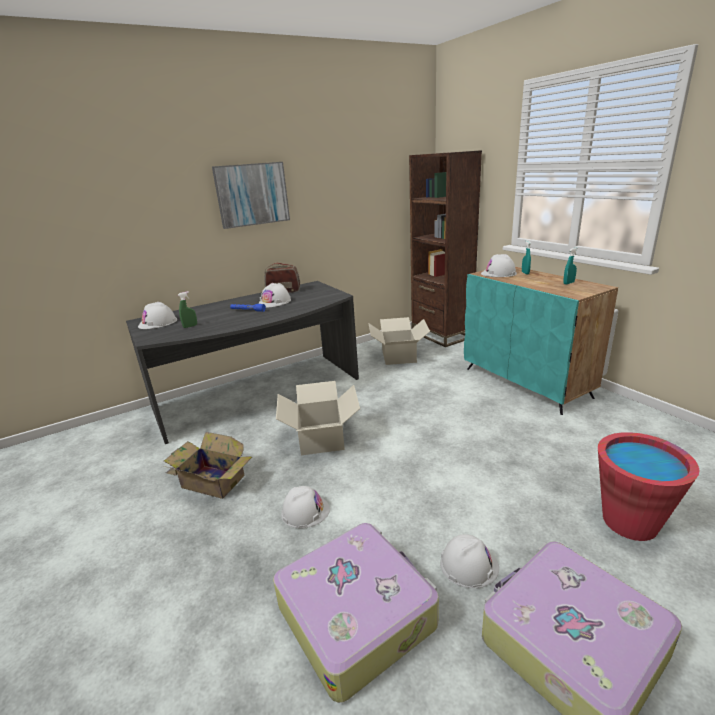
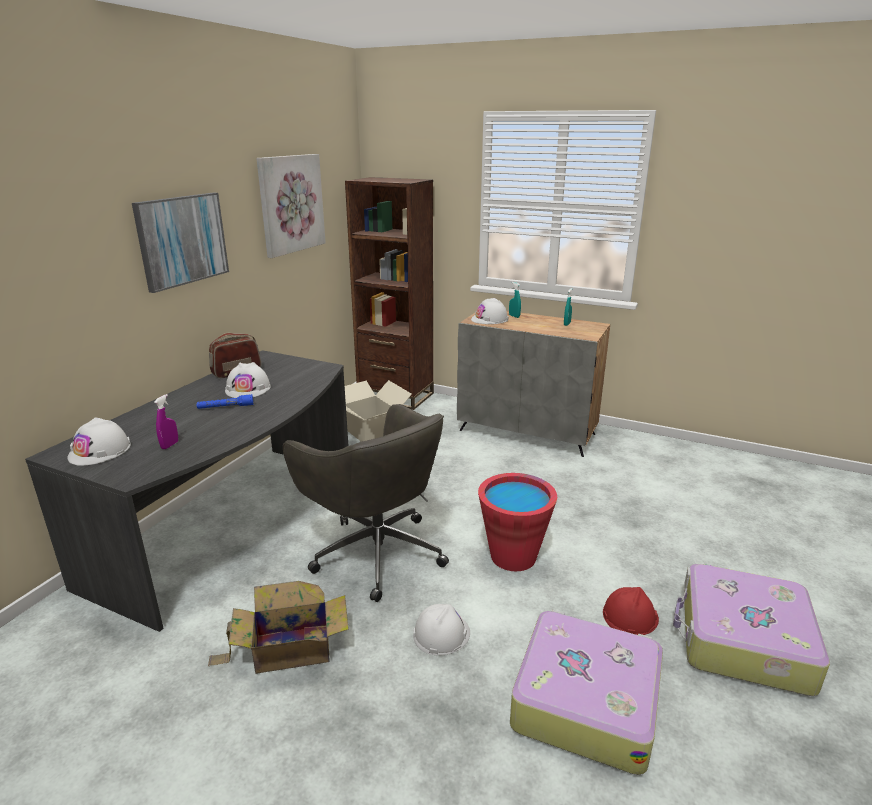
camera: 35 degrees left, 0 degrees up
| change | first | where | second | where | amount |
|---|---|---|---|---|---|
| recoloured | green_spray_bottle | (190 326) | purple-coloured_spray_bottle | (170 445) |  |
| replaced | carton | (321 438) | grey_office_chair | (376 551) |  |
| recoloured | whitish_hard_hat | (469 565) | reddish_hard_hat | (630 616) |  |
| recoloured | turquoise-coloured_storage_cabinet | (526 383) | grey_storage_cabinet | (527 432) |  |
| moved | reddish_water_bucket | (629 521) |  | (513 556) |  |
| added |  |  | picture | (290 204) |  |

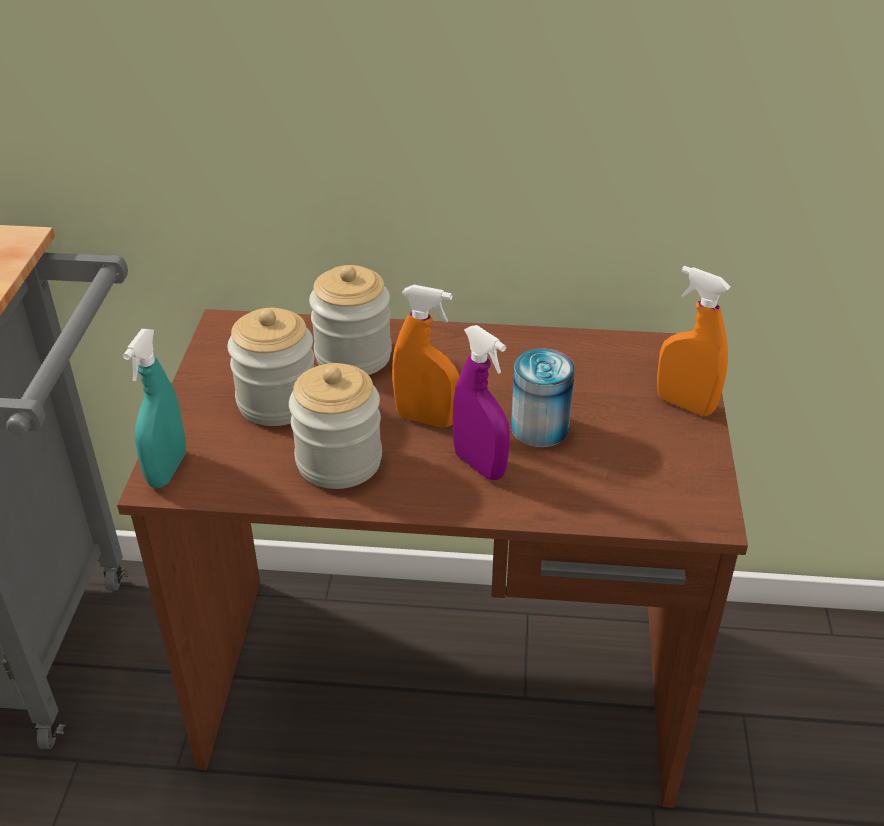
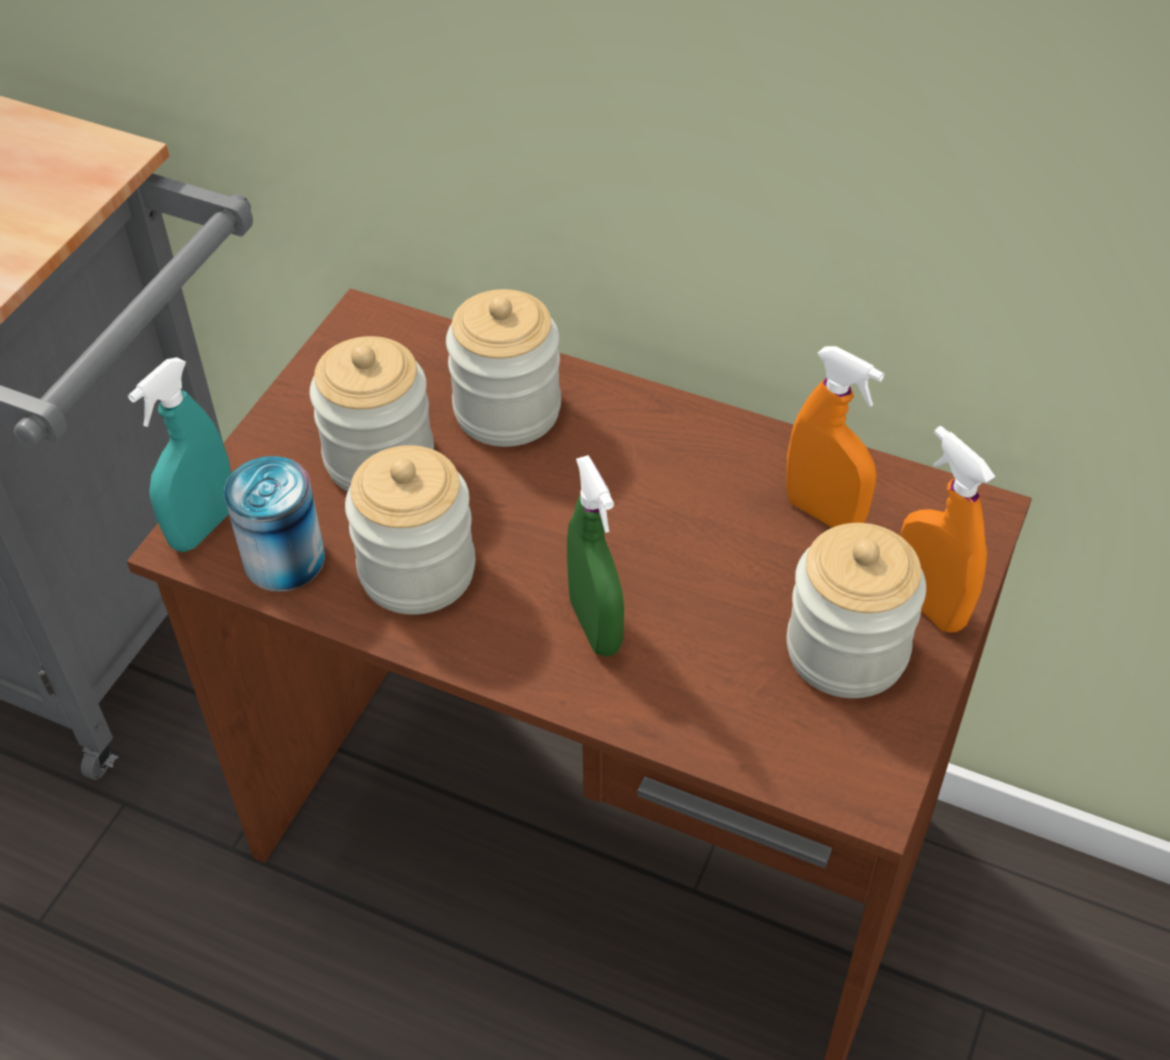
camera: 20 degrees right, 10 degrees up
| change | first | where | second | where | amount |
|---|---|---|---|---|---|
| moved | orange-coloured_spray_bottle | (426 419) |  | (824 513) |  |
| recoloured | purple-coloured_spray_bottle | (479 465) | green_spray_bottle | (595 626) |  |
| moved | sealed_can | (539 428) |  | (284 559) |  |
| added |  |  | jar | (846 650) |  |

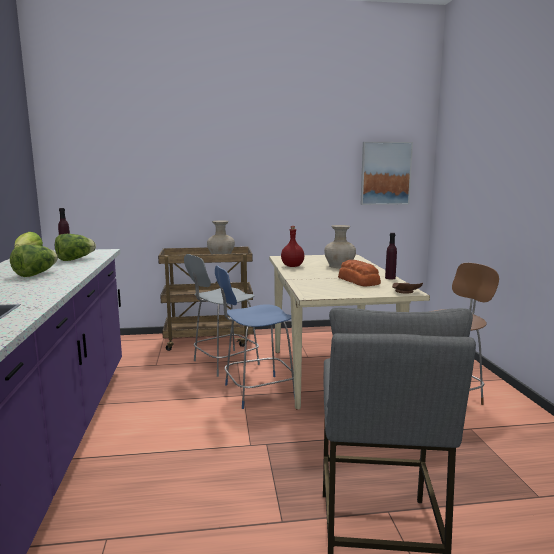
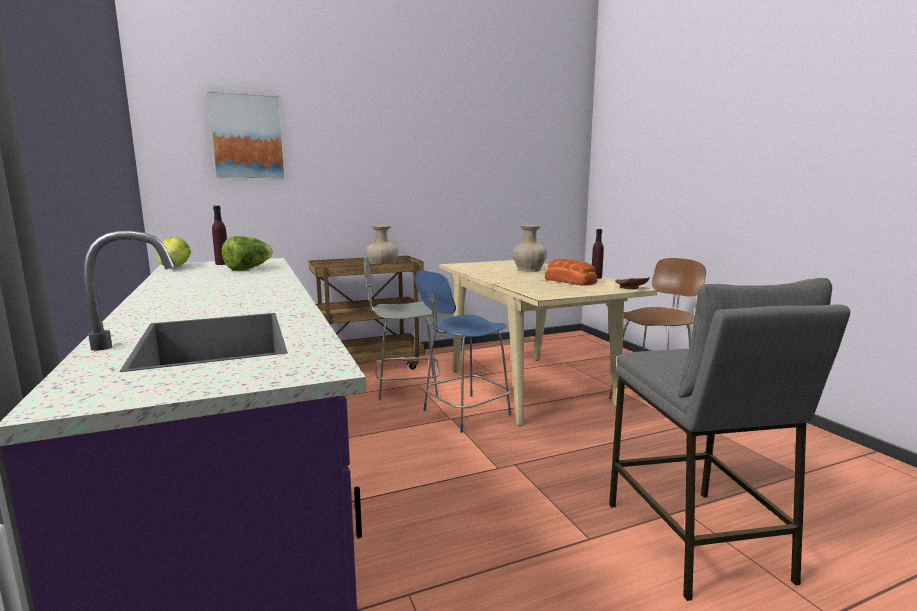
camera: 15 degrees left, 0 degrees up
| change | first | where | second | where | amount |
|---|---|---|---|---|---|
| removed | head_of_lettuce | (36 274) |  |  |  |
| turned | grey_upright_chair | (224 363) |  | (405 388) | 45 degrees clockwise |
| removed | reddish_bottle | (292 266) |  |  |  |
| moved | picture | (385 173) |  | (247 137) |  |

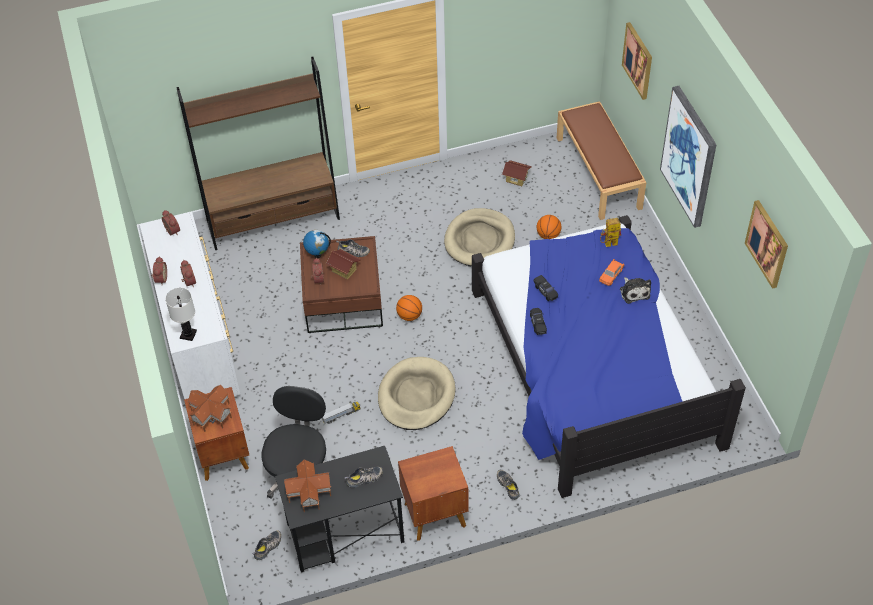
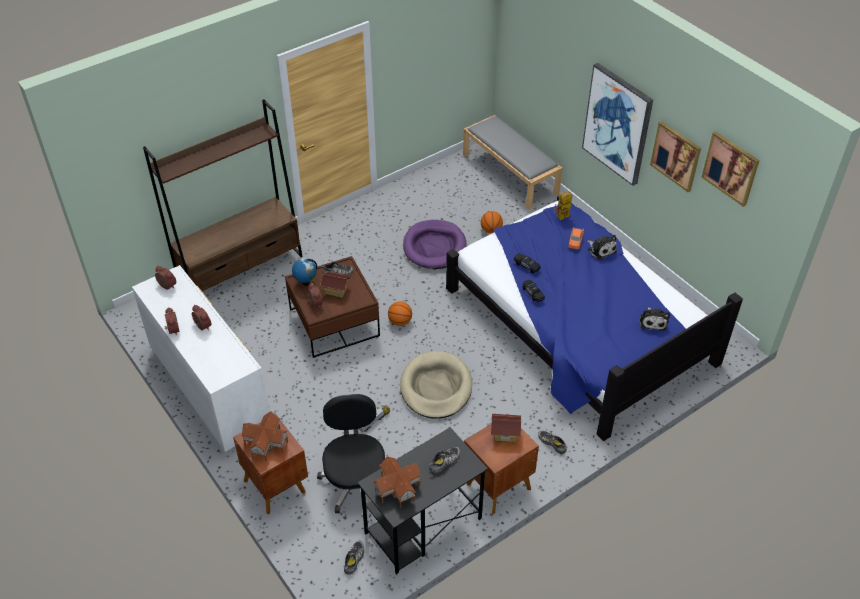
camera: 20 degrees left, 5 degrees down
| change | first | where | second | where | amount |
|---|---|---|---|---|---|
| removed | whitish_lamp_for_a_table | (188 335) |  |  |  |
| recoloured | beige-coloured_dog_cushion | (480 240) | purple-coloured_dog_cushion | (434 247) |  |
| moved | toy_house | (516 179) |  | (505 434) |  |
| recoloured | brown-coloured_indoor_bench | (599 173) | grey_indoor_bench | (510 174) |  |
| moved | picture | (638 60) |  | (676 156) |  |
| added |  |  | soft_toy | (652 321) |  |

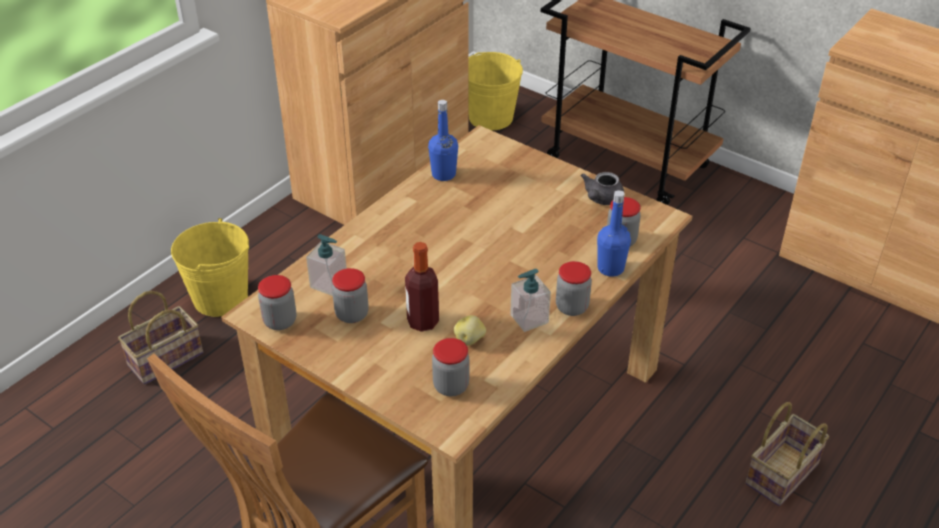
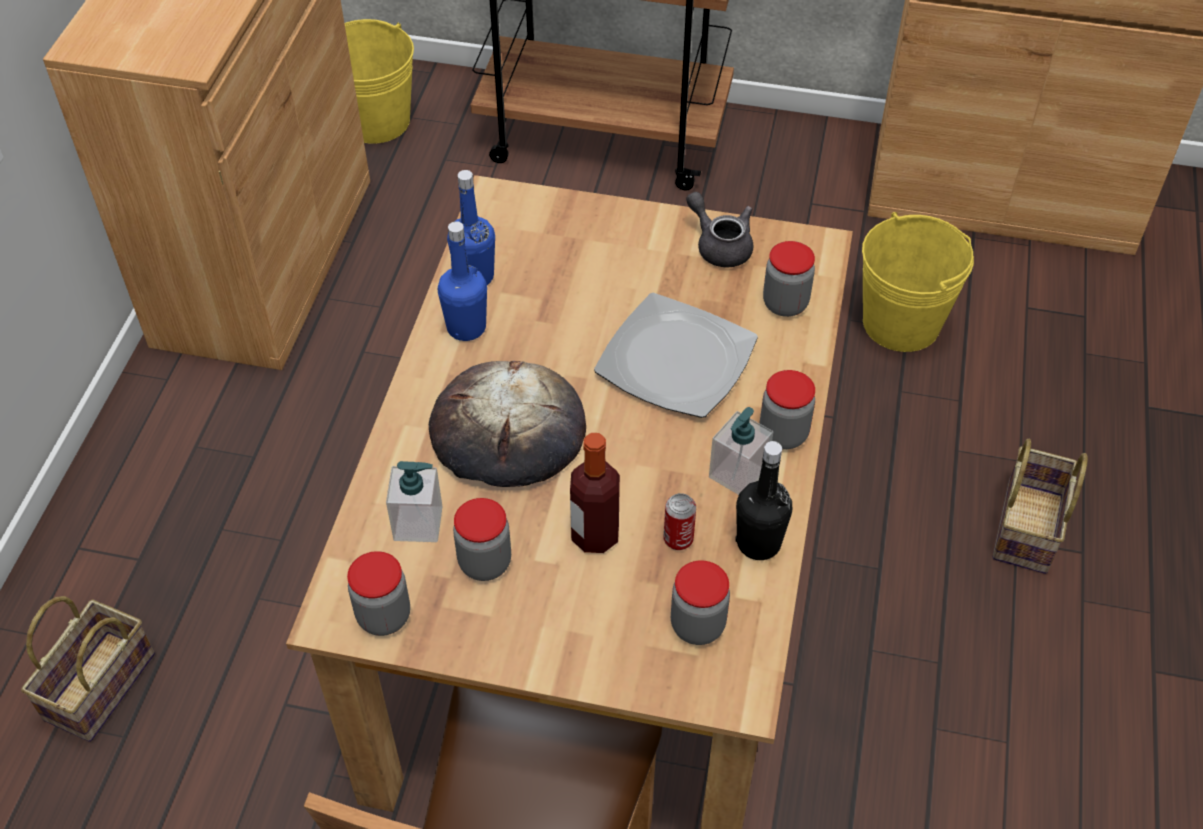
camera: 25 degrees left, 10 degrees up
| change | first | where | second | where | amount |
|---|---|---|---|---|---|
| moved | yellow-coloured_water_bucket | (220 298) |  | (901 323) |  |
| replaced | spud | (470 339) | sealed_can | (678 539) |  |
| turned | grey_pot_for_tea | (601 199) |  | (720 245) | 135 degrees clockwise |
| moved | bluish_bottle | (610 268) |  | (466 327) |  |
| added |  |  | bread | (507 431) |  |
| added |  |  | dinner_plate | (674 361) |  |
| added |  |  | blackish_bottle | (758 543) |  |

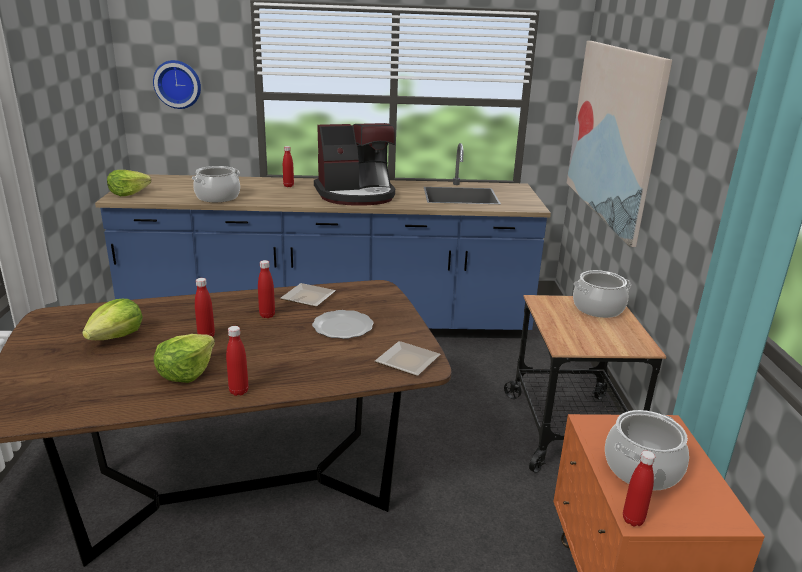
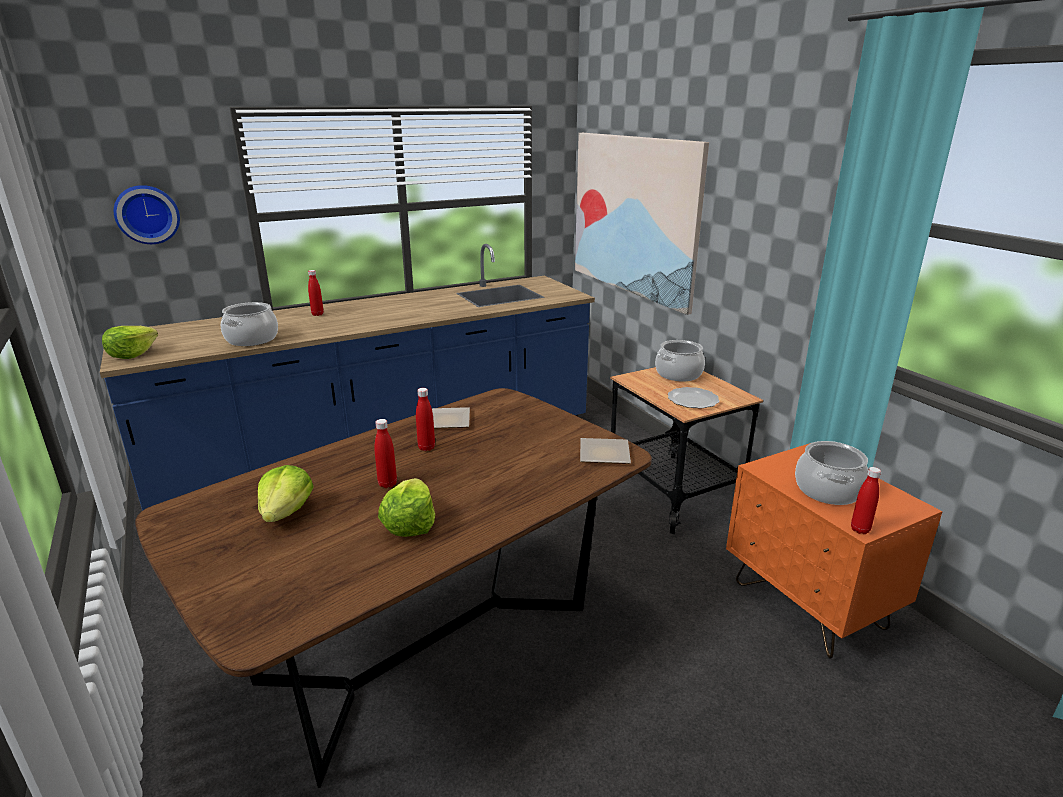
camera: 25 degrees left, 0 degrees up
| change | first | where | second | where | amount |
|---|---|---|---|---|---|
| removed | reddish_bottle | (239 391) |  |  |  |
| moved | dinner_plate | (343 327) |  | (693 400) |  |
| removed | coffee_maker | (356 195) |  |  |  |

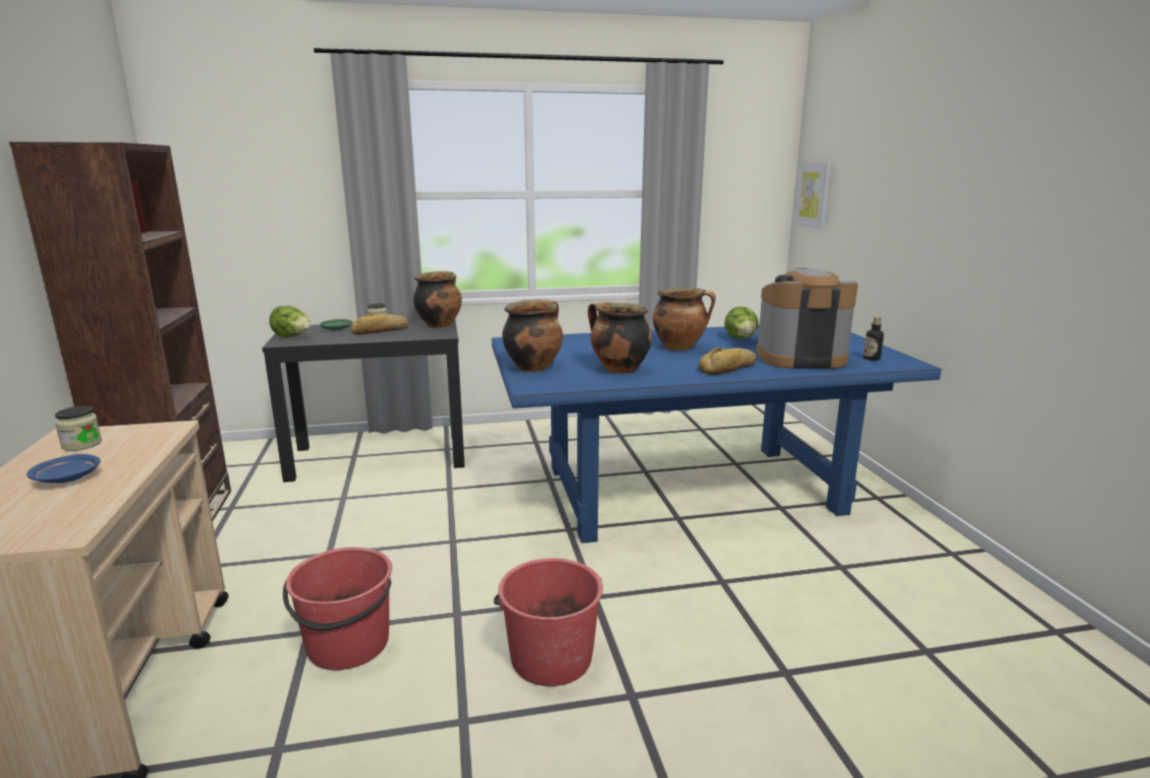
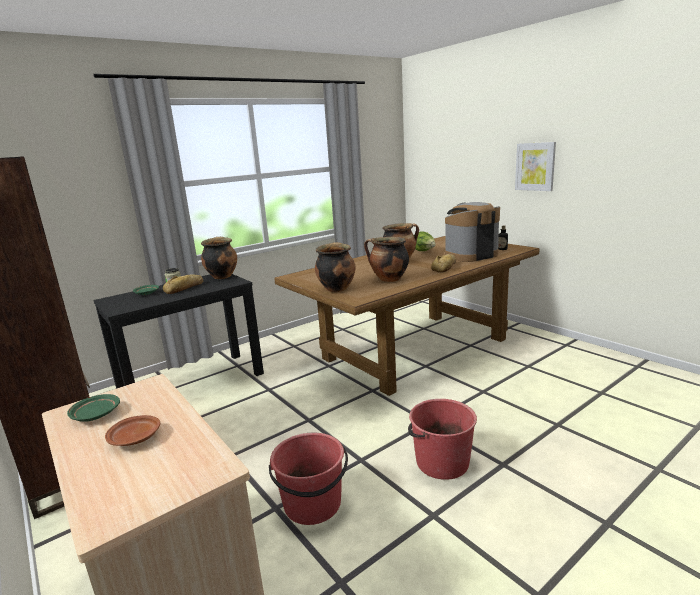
camera: 25 degrees left, 0 degrees up
| change | first | where | second | where | amount |
|---|---|---|---|---|---|
| recoloured | bluish_dinner_plate | (67 478) | brown-coloured_dinner_plate | (135 438) |  |
| replaced | jar | (82 444) | green_dinner_plate | (95 415) |  |
| removed | head_of_lettuce | (293 337) |  |  |  |
| recoloured | bluish_dinner_table | (689 490) | brown-coloured_dinner_table | (415 349) |  |
| moved | picture | (813 195) |  | (535 166) |  |

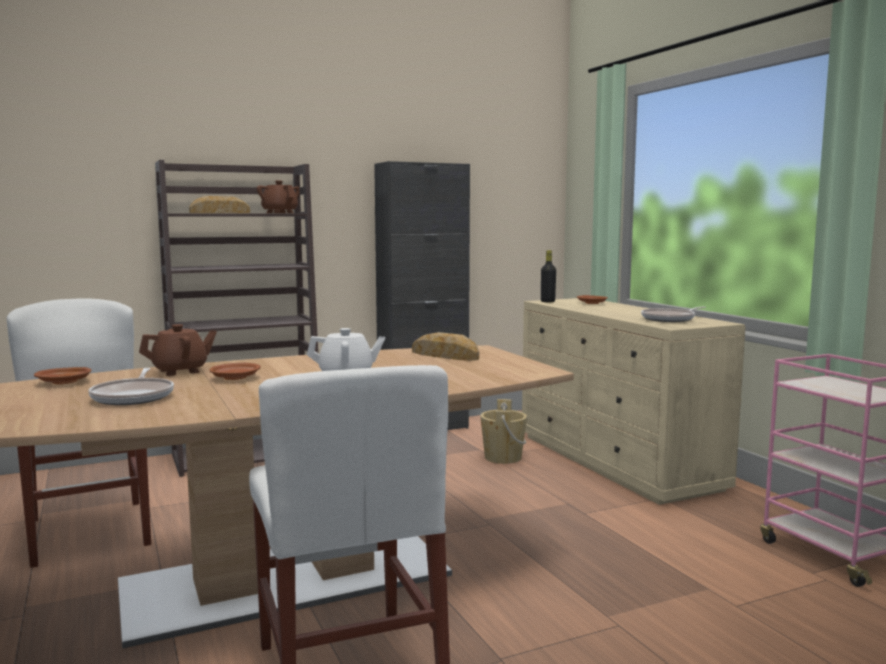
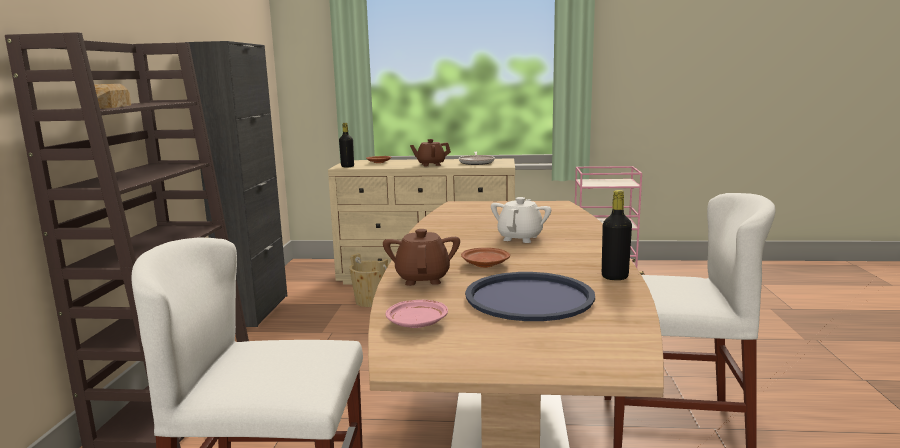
camera: 60 degrees left, 5 degrees up
| change | first | where | second | where | amount |
|---|---|---|---|---|---|
| recoloured | brown-coloured_dinner_plate | (64 382) | pink-coloured_dinner_plate | (417 323) |  |
| replaced | frying_pan | (134 397) | bluish_tray | (529 298) |  |
| moved | brown-coloured_pot_for_tea | (279 213) |  | (430 164) |  |
| removed | bread | (445 355) |  |  |  |
| added |  |  | blackish_bottle | (614 277) |  |

